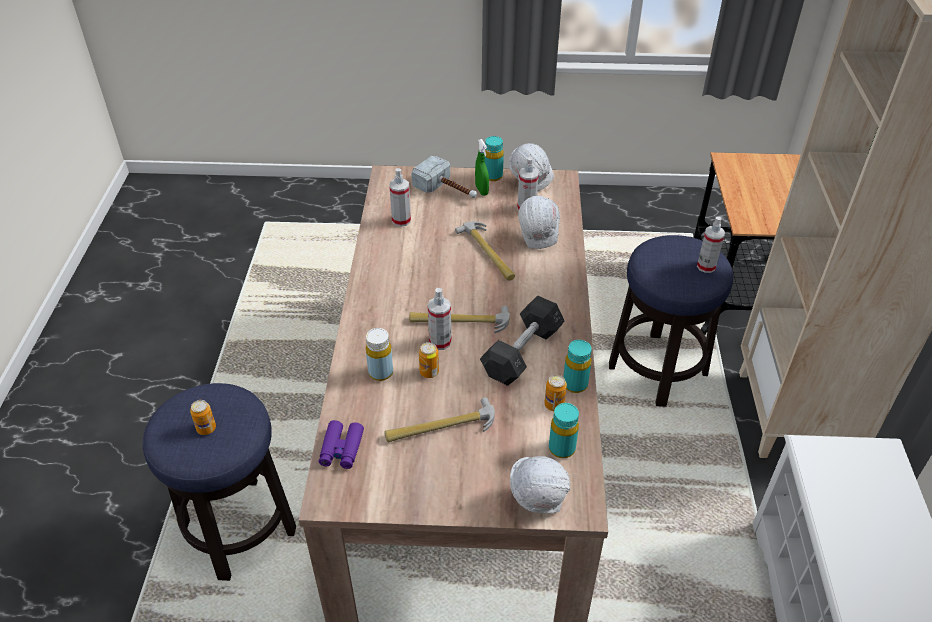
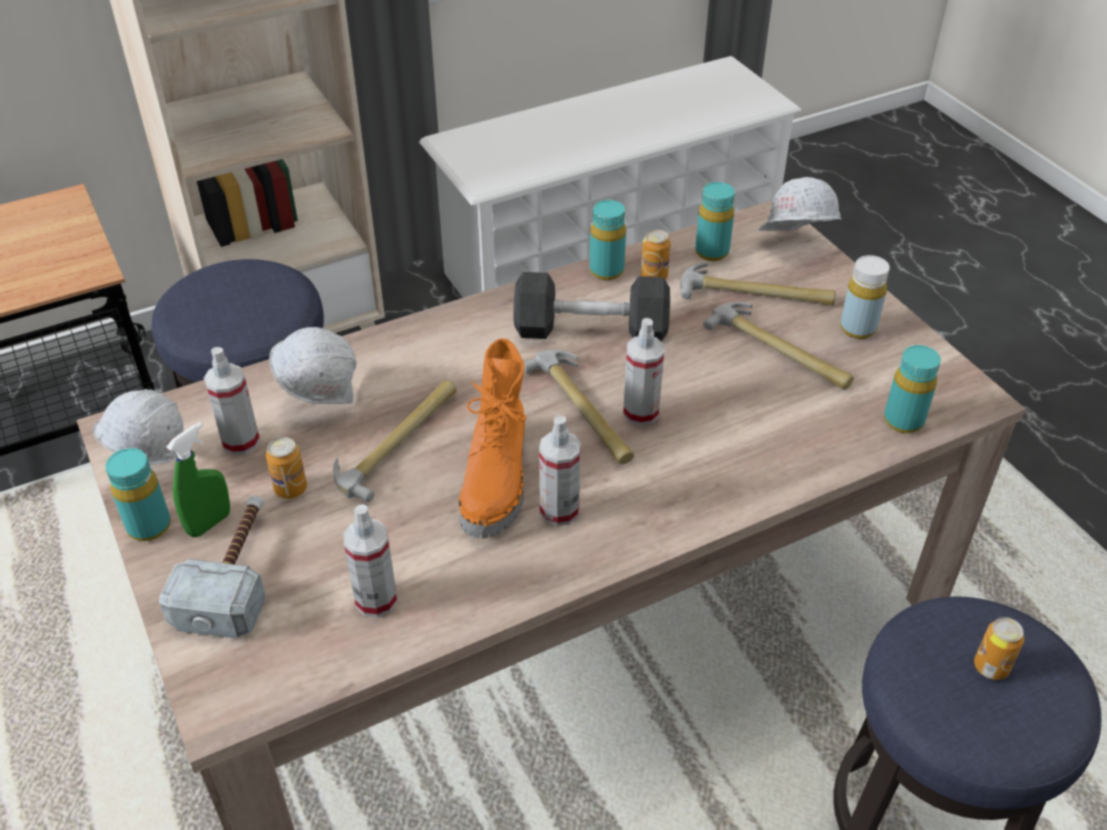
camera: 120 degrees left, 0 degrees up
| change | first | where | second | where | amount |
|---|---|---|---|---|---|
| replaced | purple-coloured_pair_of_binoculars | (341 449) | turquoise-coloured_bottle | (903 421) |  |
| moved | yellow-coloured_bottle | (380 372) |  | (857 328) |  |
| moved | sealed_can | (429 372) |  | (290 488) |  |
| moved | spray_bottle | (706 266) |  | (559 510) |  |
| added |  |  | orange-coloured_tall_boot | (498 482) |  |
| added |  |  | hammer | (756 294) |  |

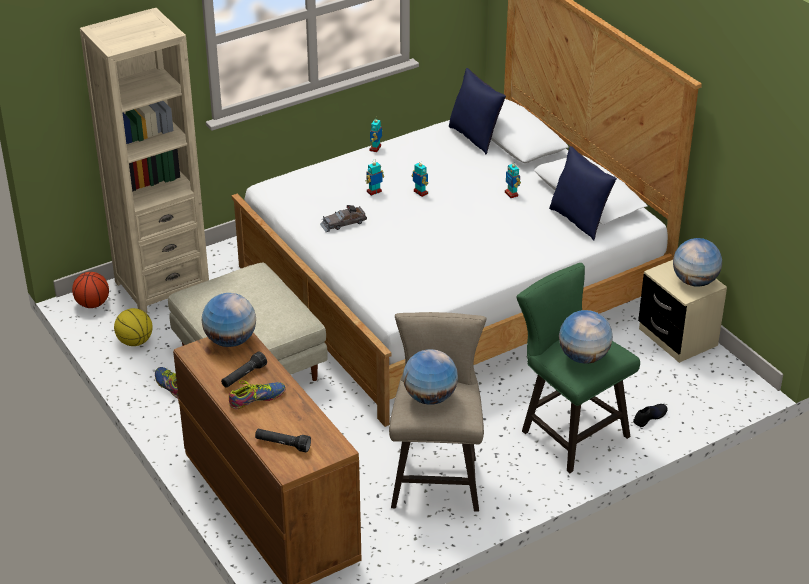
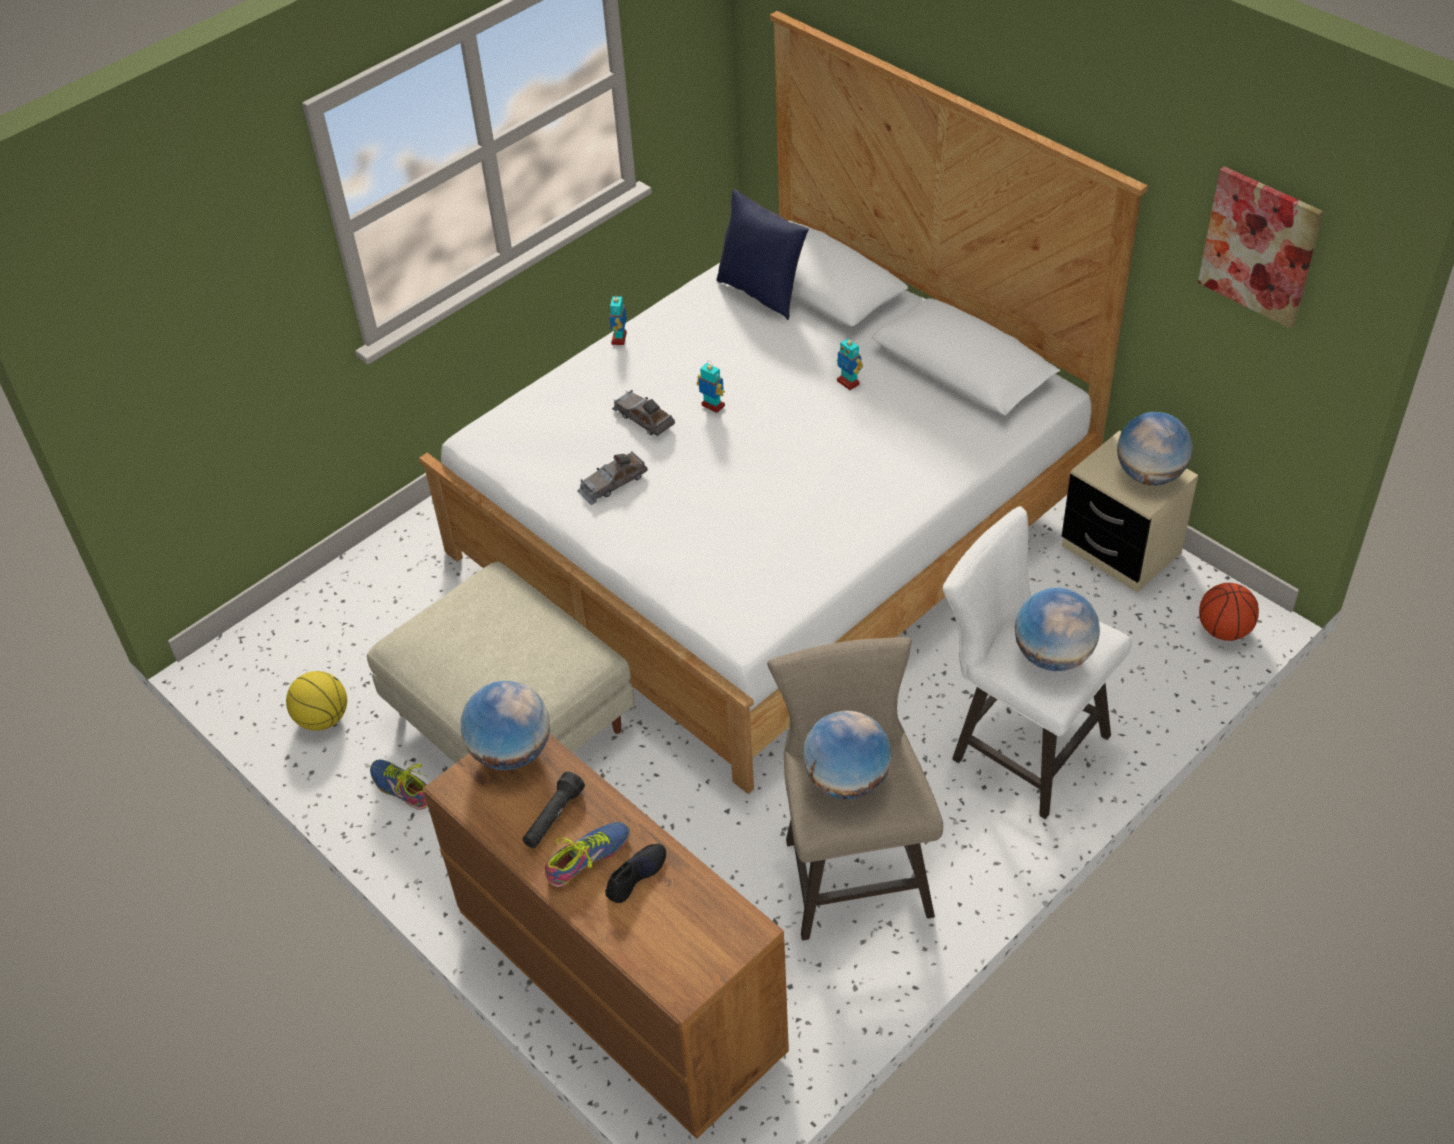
camera: 10 degrees left, 10 degrees up
| change | first | where | second | where | amount |
|---|---|---|---|---|---|
| moved | basketball | (92 304) |  | (1223 630) |  |
| removed | beige-coloured_shelving_unit | (162 286) |  |  |  |
| removed | blackish_flashlight | (282 445) |  |  |  |
| replaced | toy_robot | (374 192) | grey_miniature_car | (643 418) |  |
| recoloured | green_sitting_stool | (568 431) | whitish_sitting_stool | (1019 744) |  |
| removed | bluish_pillow | (579 220) |  |  |  |
| moved | blackish_item_of_footwear | (649 417) |  | (636 875) |  |
| added |  |  | picture | (1259 246) |  |

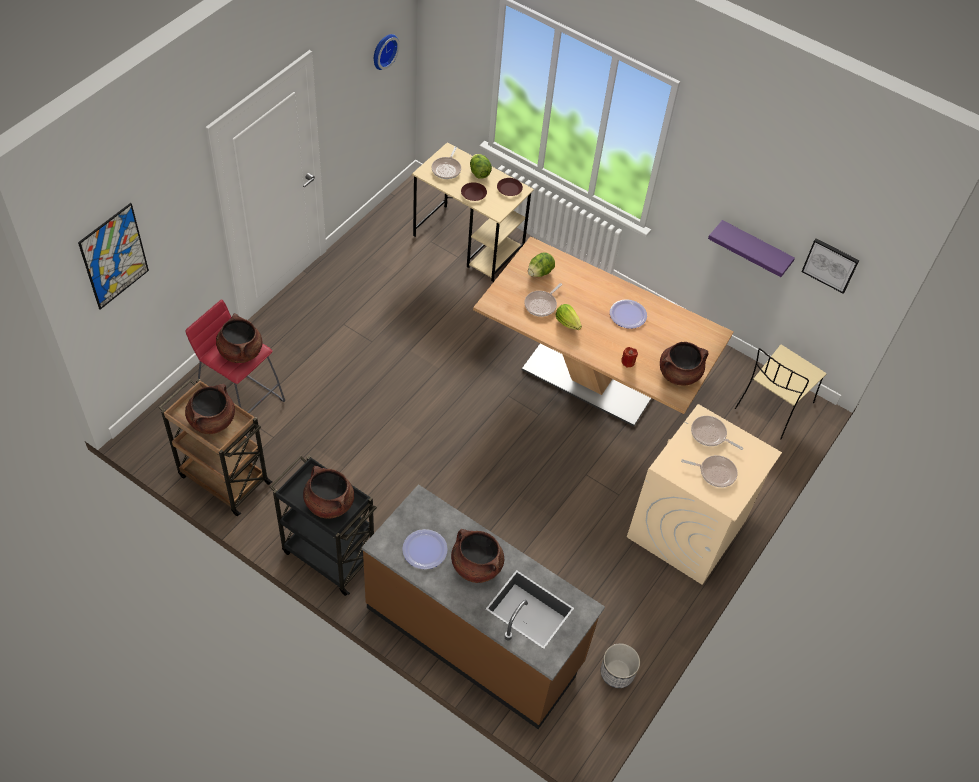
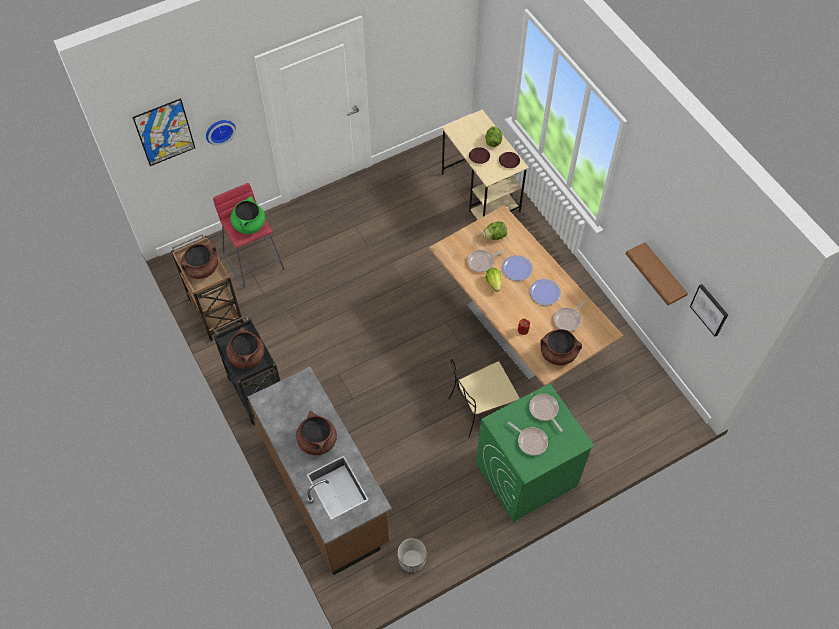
camera: 30 degrees right, 5 degrees up
| change | first | where | second | where | amount |
|---|---|---|---|---|---|
| recoloured | brown-coloured_stockpot | (240 351) | green_stockpot | (249 224) |  |
| moved | clock_on_the_wall | (383 50) |  | (219 130) |  |
| moved | dinner_plate | (424 550) |  | (517 268) |  |
| moved | frying_pan | (447 169) |  | (568 320) |  |
| recoloured | beige-coloured_laundry_appliance | (686 529) | green_laundry_appliance | (525 475) |  |
| recoloured | purple-coloured_wall_shelf | (754 249) | brown-coloured_wall_shelf | (663 274) |  |
| moved | beige-coloured_upright_chair | (773 407) |  | (480 409) |  |

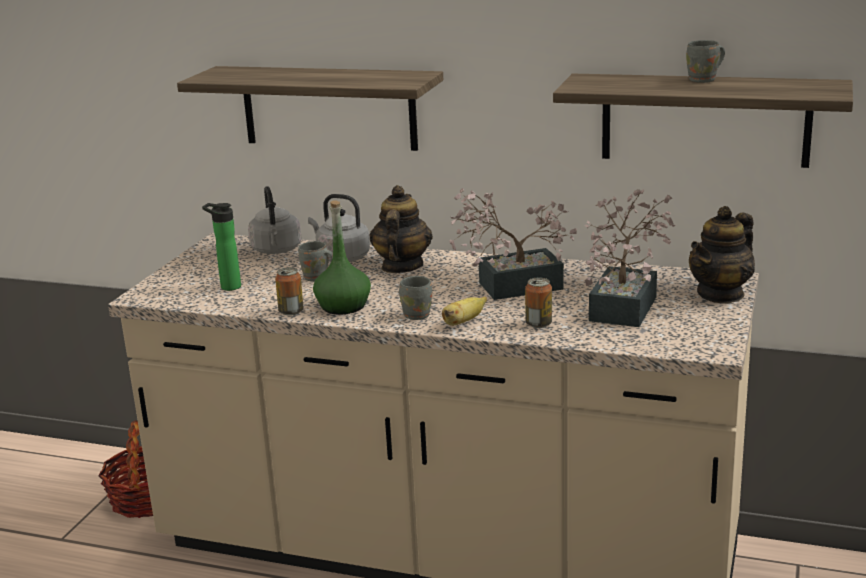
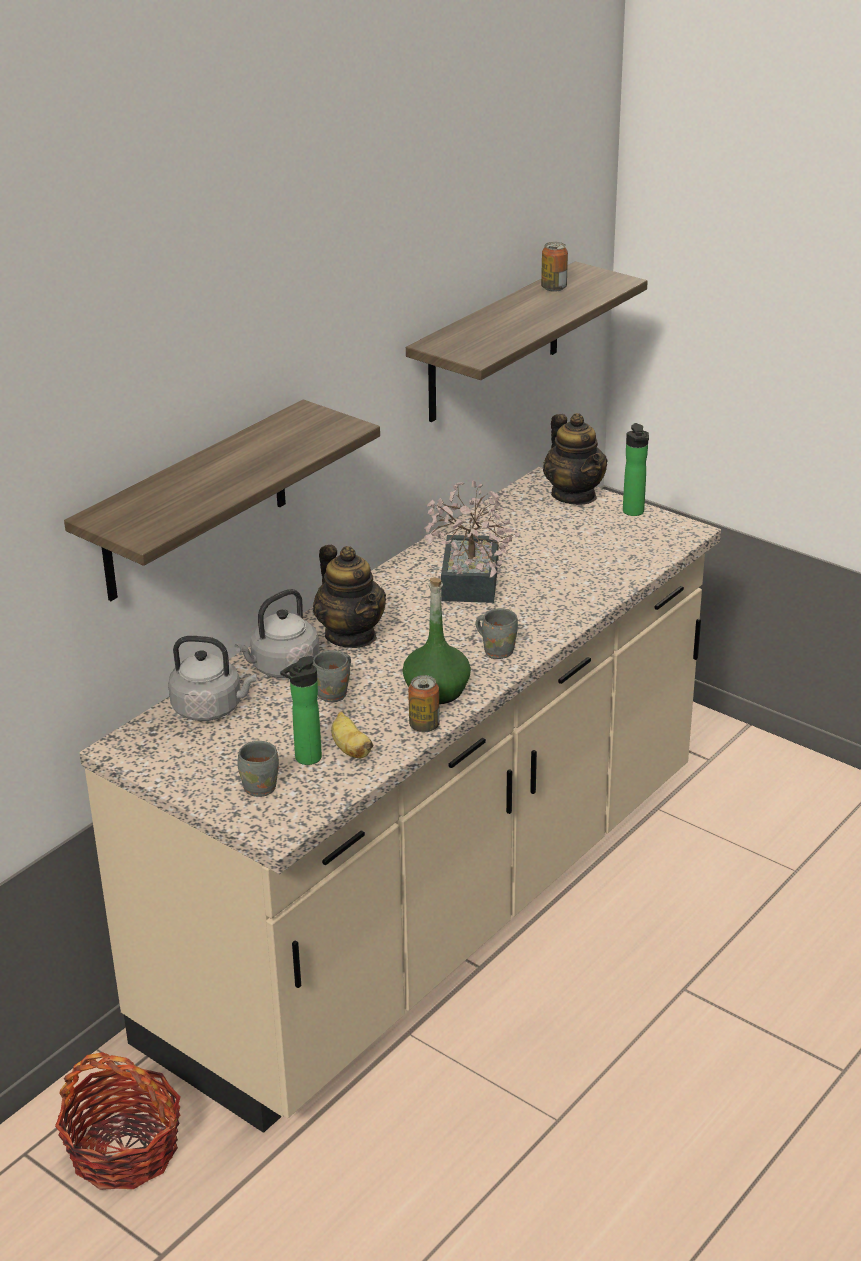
camera: 70 degrees left, 10 degrees up
| change | first | where | second | where | amount |
|---|---|---|---|---|---|
| turned | pot_for_tea | (401 266) |  | (351 635) | 150 degrees counterclockwise |
| moved | banana_fruit | (463 322) |  | (350 749) |  |
| moved | sealed_can | (538 324) |  | (554 288) |  |
| removed | plant_in_a_pot | (626 305) |  |  |  |
| moved | grey_tea_mug | (704 80) |  | (262 787) |  |
| added |  |  | bottle | (634 513) |  |

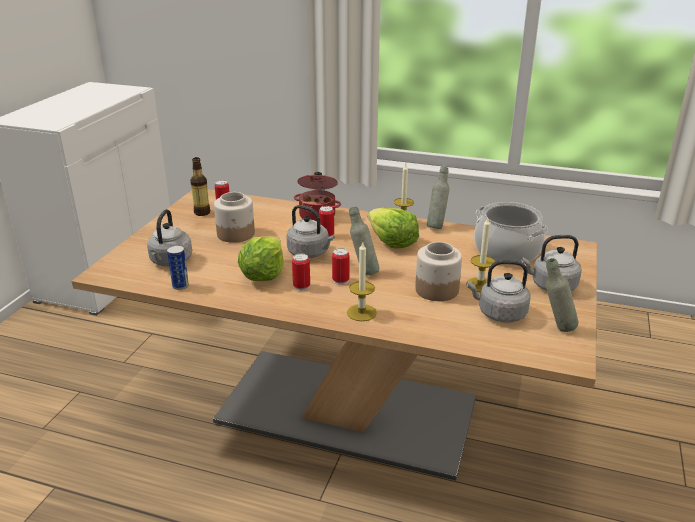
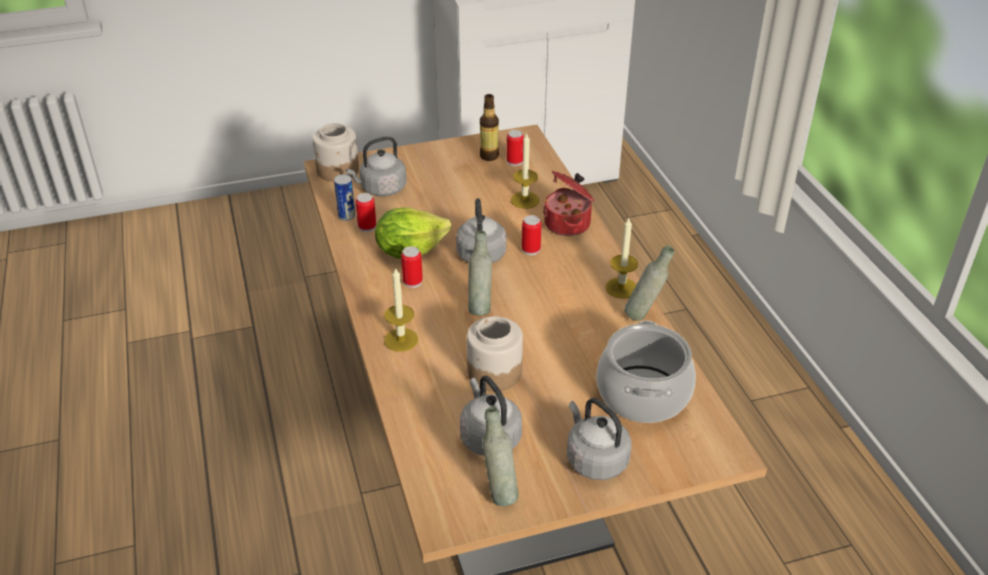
camera: 55 degrees right, 10 degrees up
| change | first | where | second | where | amount |
|---|---|---|---|---|---|
| moved | jar | (236 234) |  | (337 170) |  |
| moved | sealed_can | (340 280) |  | (367 227) |  |
| removed | head_of_lettuce | (392 242) |  |  |  |
| moved | wax_candle | (480 285) |  | (525 200) |  |

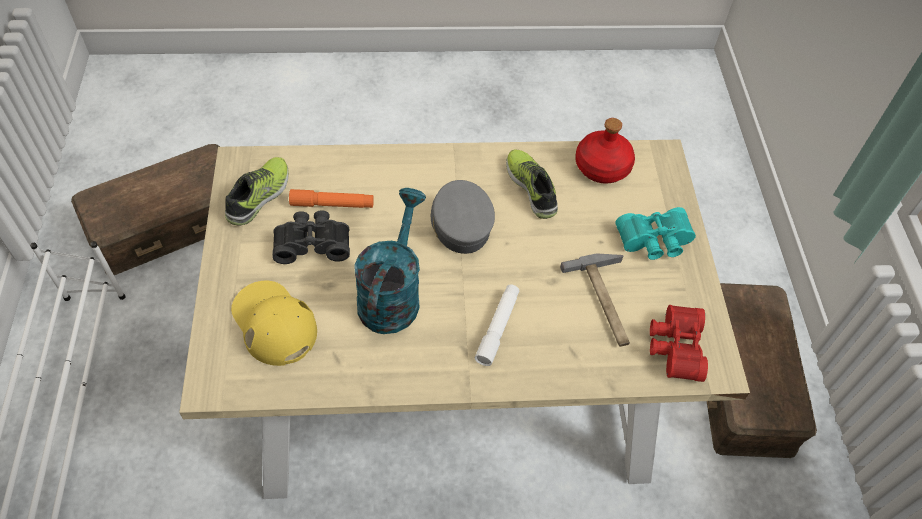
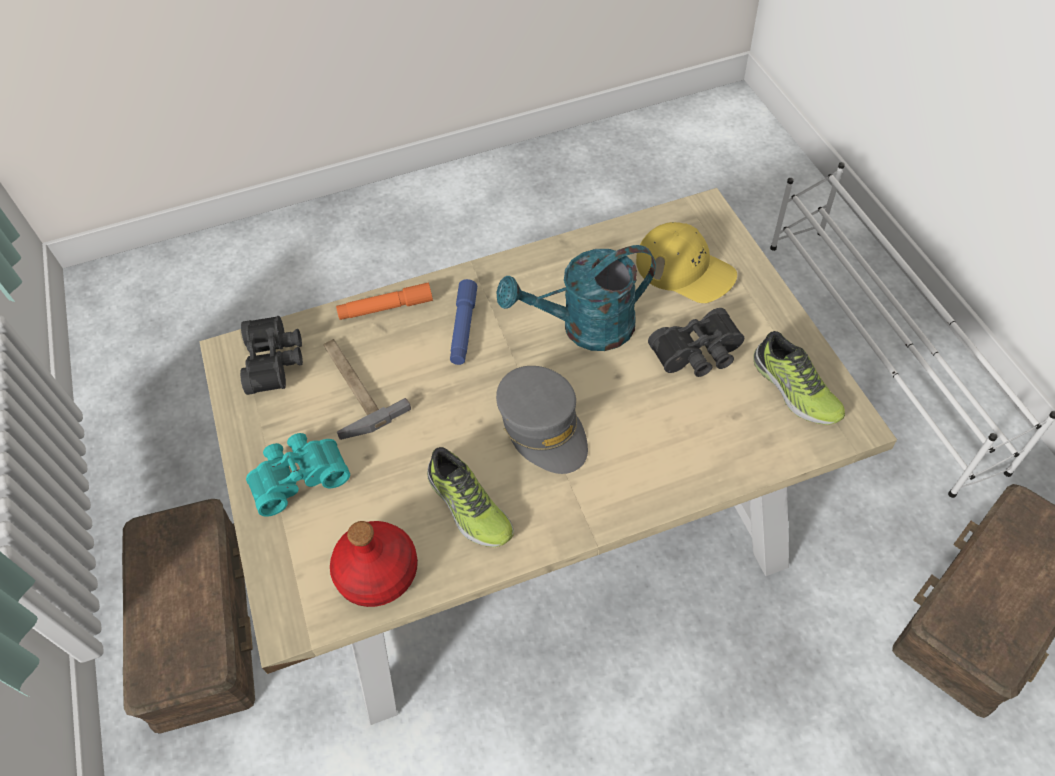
camera: 170 degrees right, 0 degrees up
| change | first | where | second | where | amount |
|---|---|---|---|---|---|
| turned | item_of_footwear | (260 196) |  | (794 389) | 45 degrees counterclockwise |
| moved | orange-coloured_flashlight | (332 204) |  | (386 308) |  |
| turned | turquoise-coloured_watering_pot | (392 294) |  | (585 328) | 75 degrees clockwise |
| recoloured | whitish_flashlight | (497 328) | bluish_flashlight | (463 327) |  |
| recoloured | reddish_pair_of_binoculars | (674 347) | blackish_pair_of_binoculars | (276 360) |  |

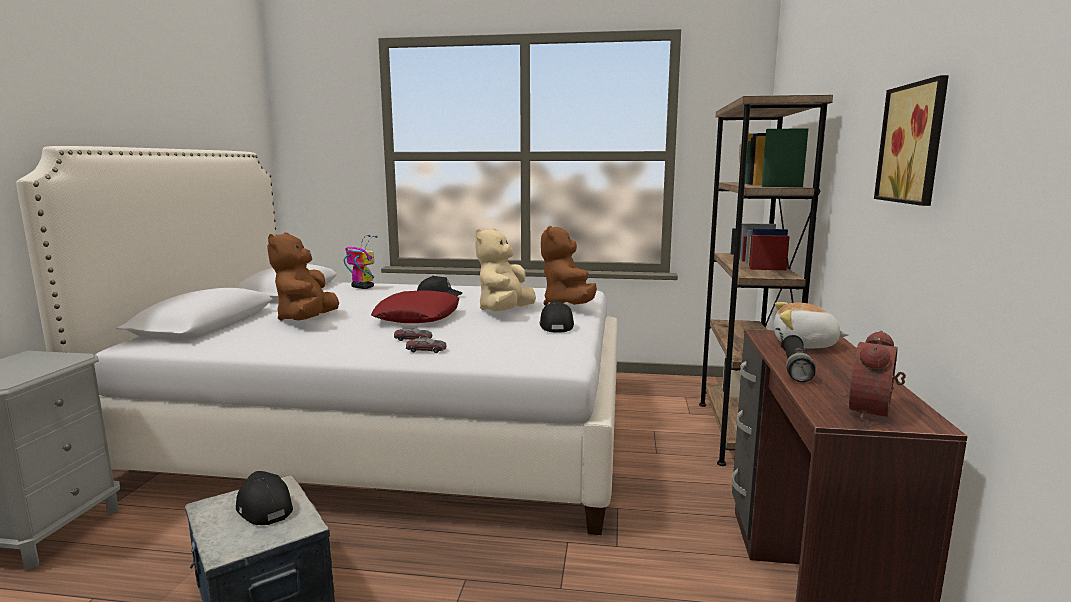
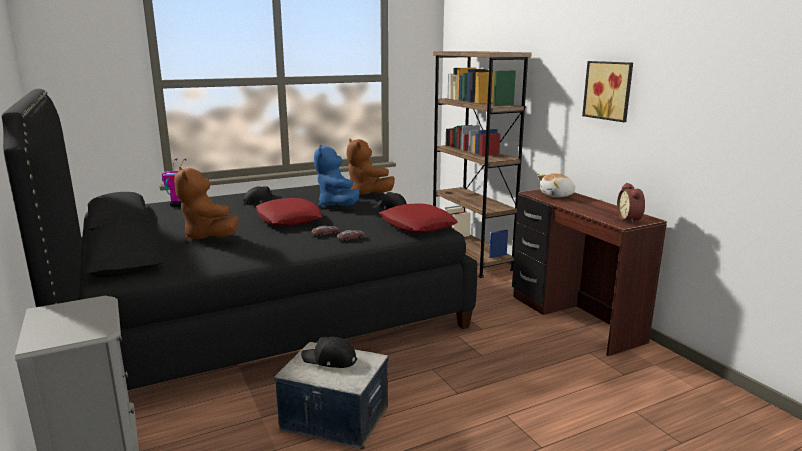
camera: 35 degrees left, 5 degrees up
| change | first | where | second | where | amount |
|---|---|---|---|---|---|
| recoloured | whitish_bed | (393 431) | blackish_bed | (262 313) |  |
| recoloured | beige-coloured_soft_toy | (505 312) | bluish_soft_toy | (337 205) |  |
| removed | blackish_flashlight | (795 368) |  |  |  |
| added |  |  | reddish_pillow | (417 225) |  |

